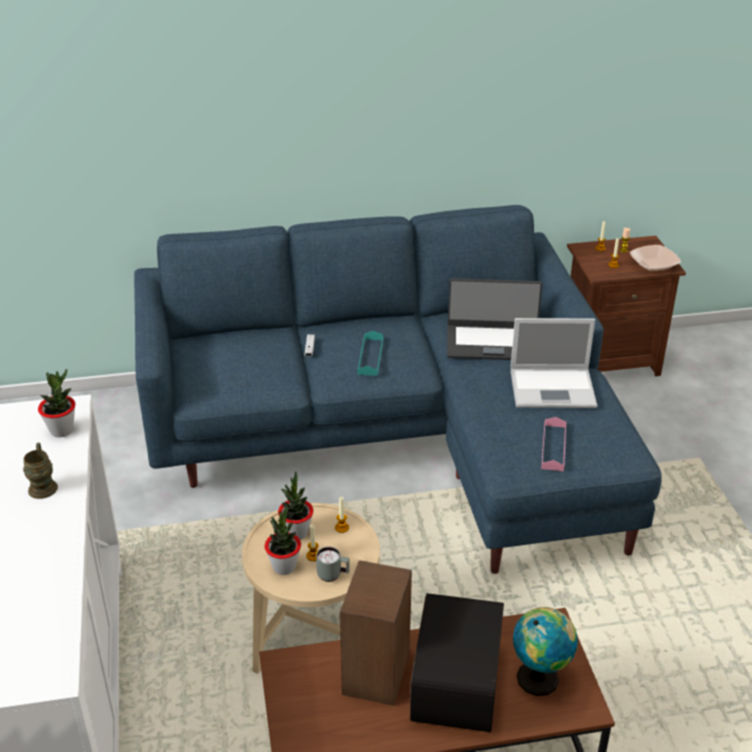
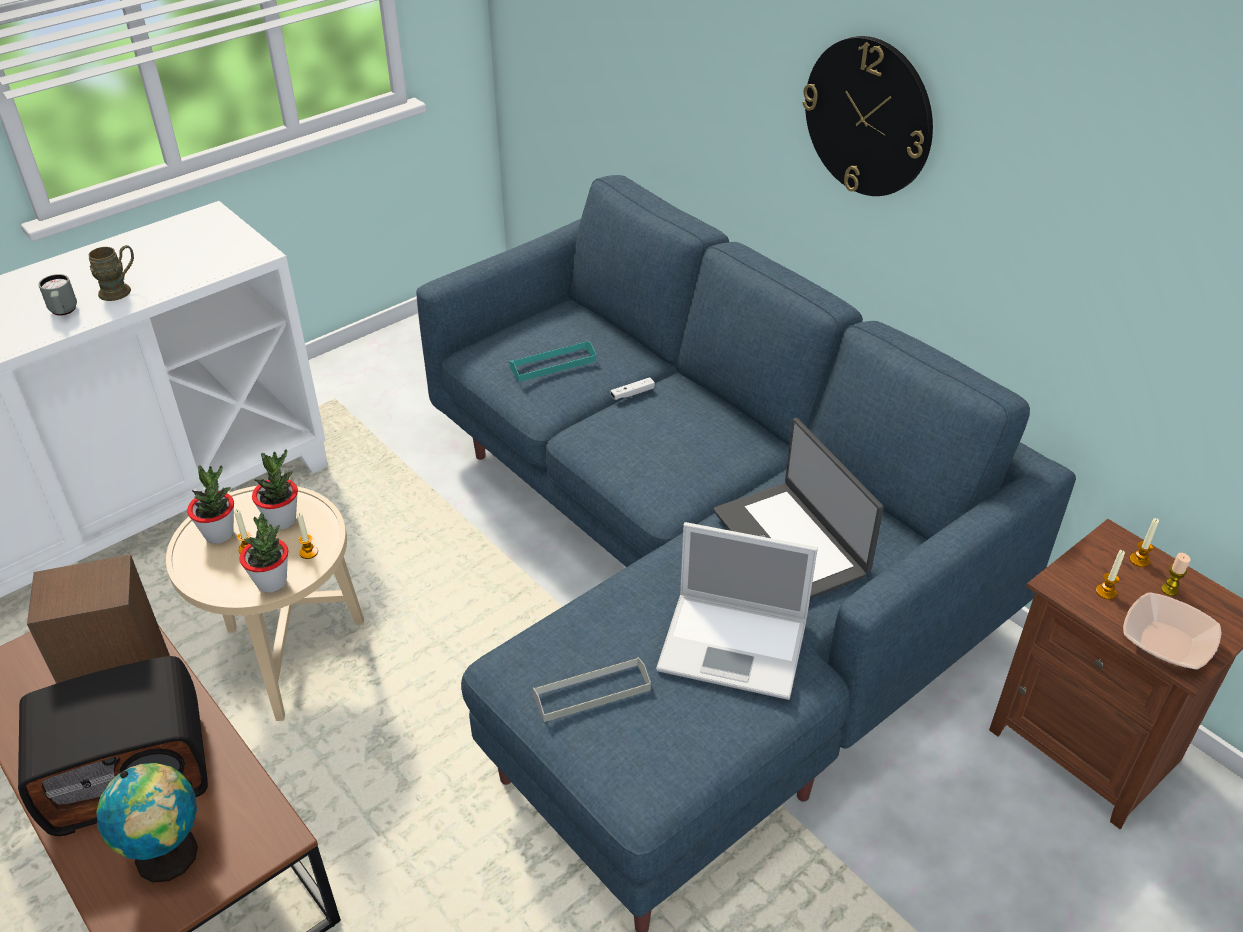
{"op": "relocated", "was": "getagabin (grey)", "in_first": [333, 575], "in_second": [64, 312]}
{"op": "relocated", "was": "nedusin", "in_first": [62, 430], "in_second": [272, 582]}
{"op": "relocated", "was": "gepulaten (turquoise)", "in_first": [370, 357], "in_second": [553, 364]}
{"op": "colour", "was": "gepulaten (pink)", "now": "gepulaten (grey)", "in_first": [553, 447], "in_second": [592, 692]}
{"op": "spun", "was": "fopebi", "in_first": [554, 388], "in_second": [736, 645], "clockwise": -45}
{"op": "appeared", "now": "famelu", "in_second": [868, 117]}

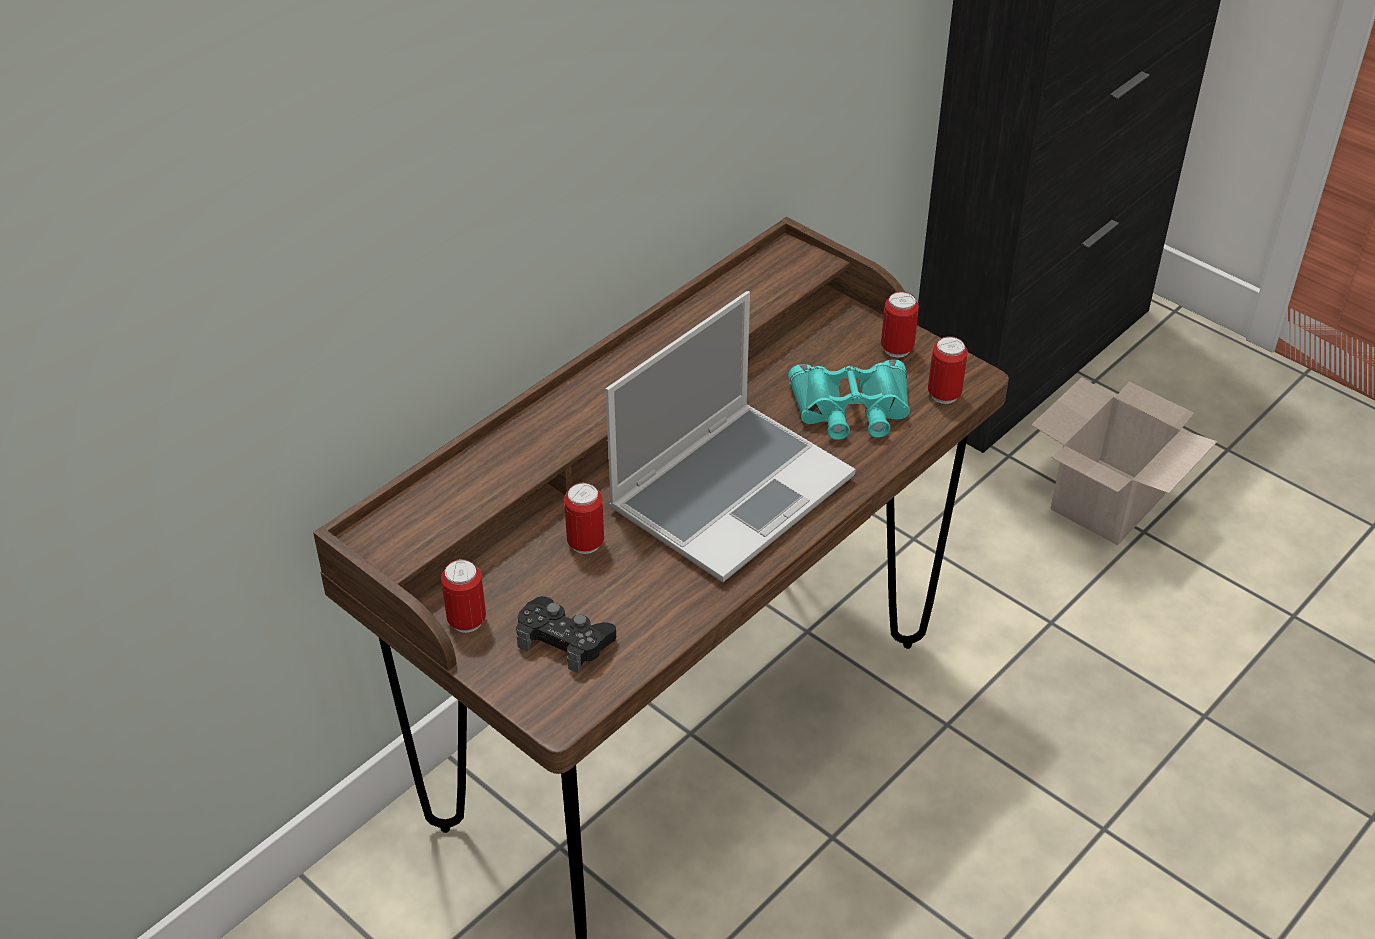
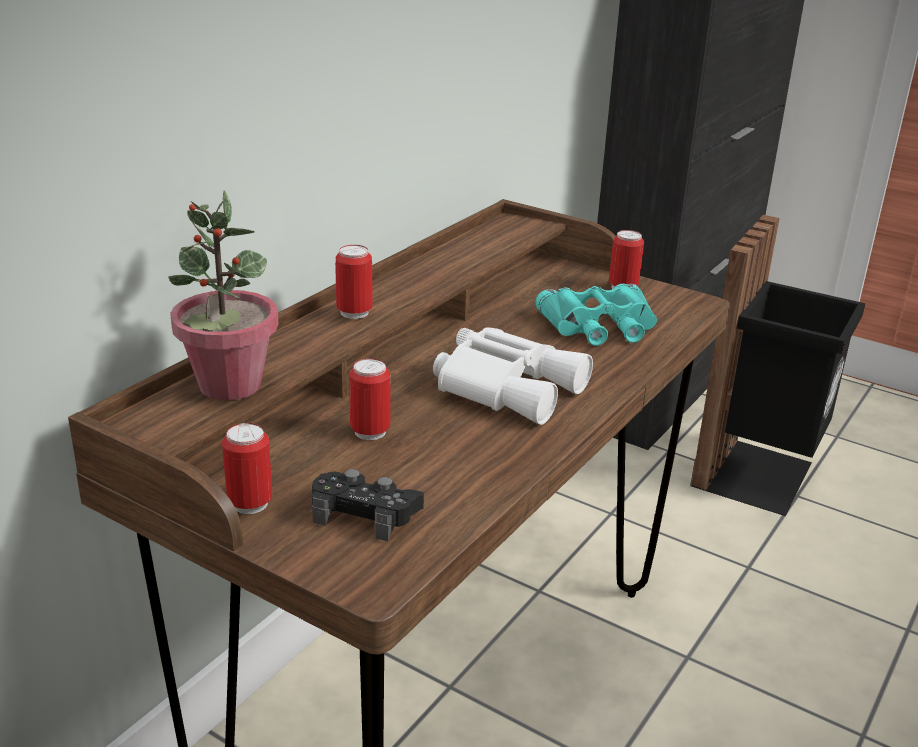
{"op": "appeared", "now": "nedusin", "in_second": [229, 385]}
{"op": "relocated", "was": "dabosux", "in_first": [944, 395], "in_second": [354, 313]}
{"op": "exchanged", "was": "fopebi", "now": "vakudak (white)", "in_first": [731, 491], "in_second": [508, 385]}
{"op": "exchanged", "was": "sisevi", "now": "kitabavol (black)", "in_first": [1107, 500], "in_second": [759, 475]}

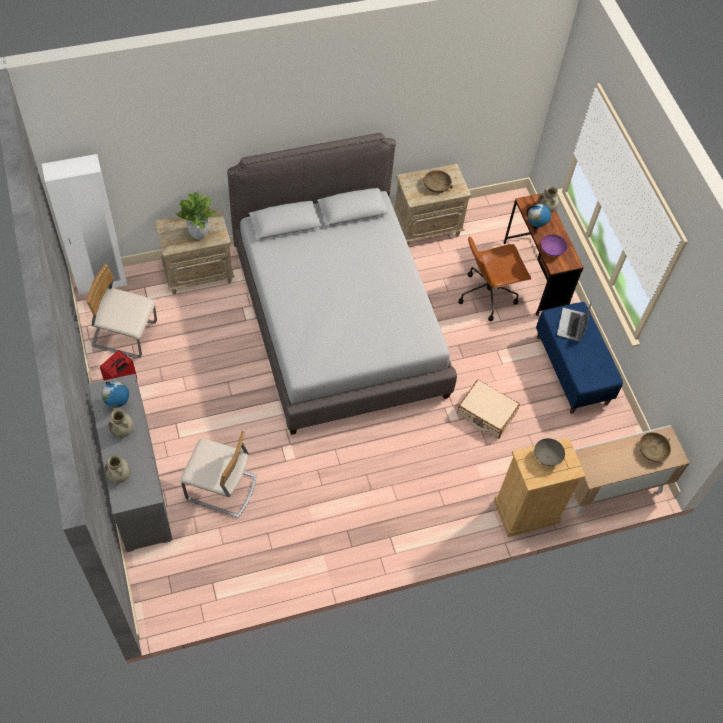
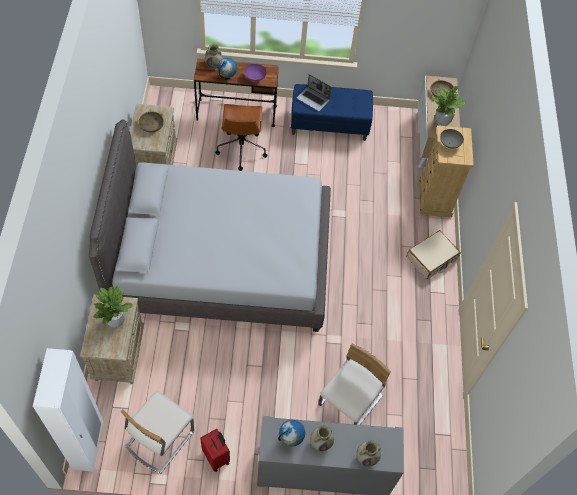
{"op": "relocated", "was": "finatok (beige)", "in_first": [486, 413], "in_second": [431, 259]}
{"op": "appeared", "now": "nedusin", "in_second": [441, 122]}

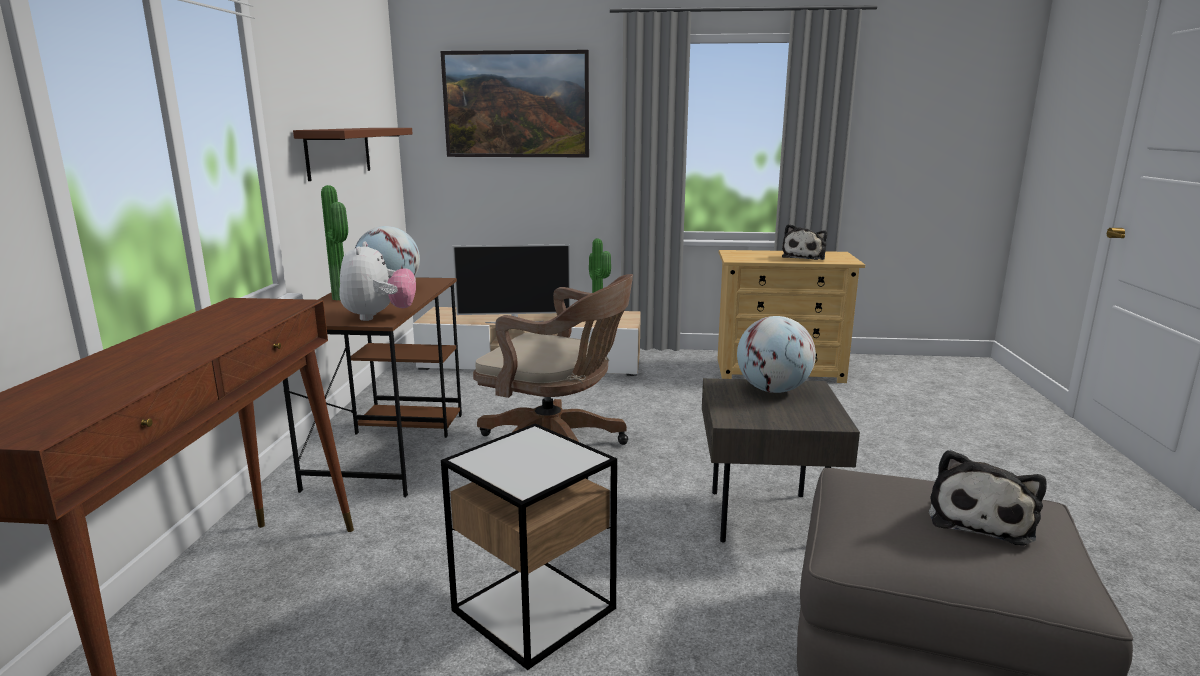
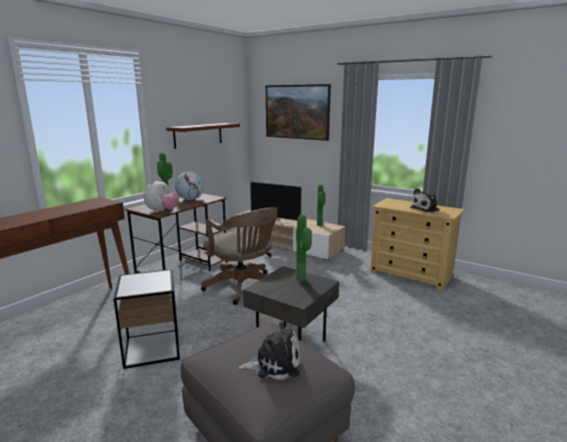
{"op": "spun", "was": "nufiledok", "in_first": [980, 518], "in_second": [274, 363], "clockwise": -150}
{"op": "exchanged", "was": "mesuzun", "now": "nedusin", "in_first": [773, 390], "in_second": [302, 279]}

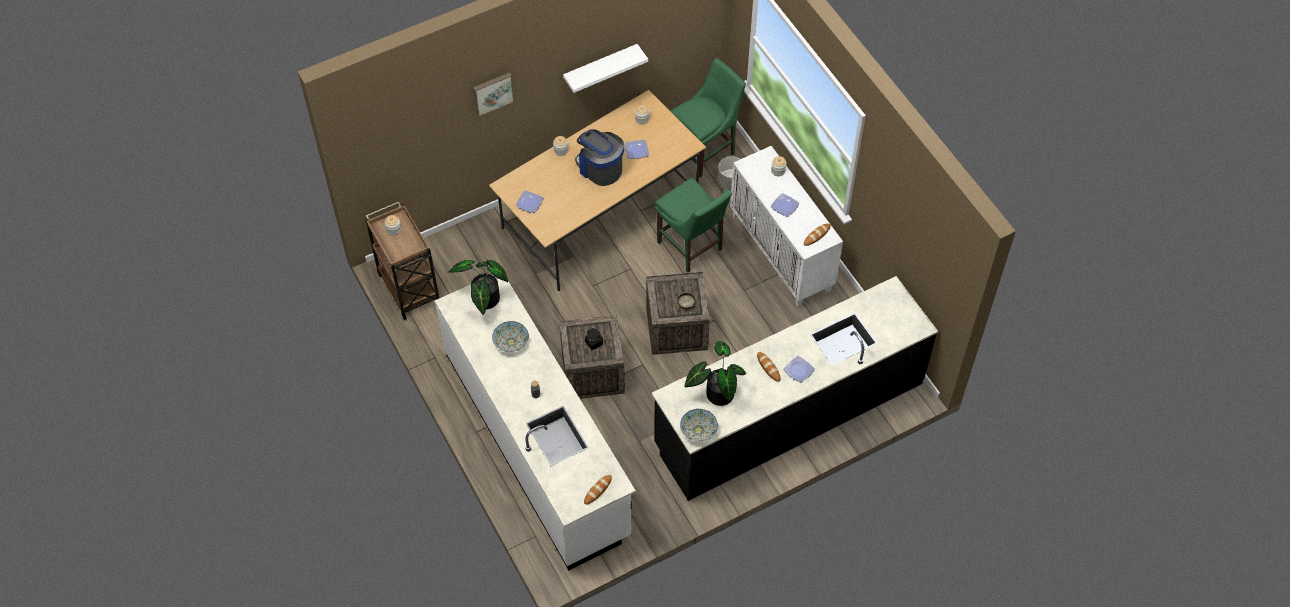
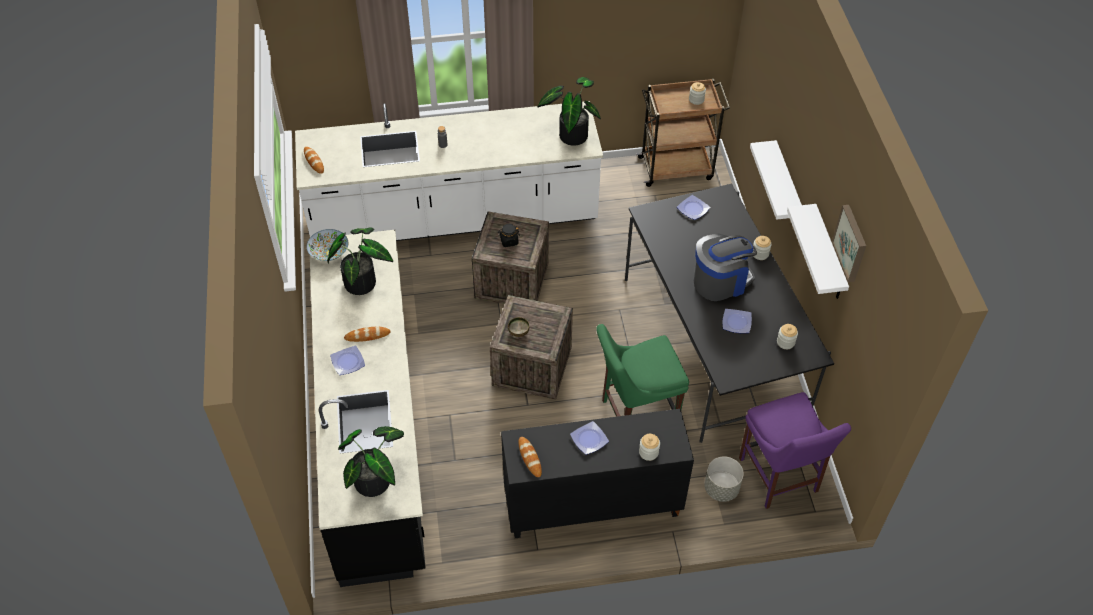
{"op": "appeared", "now": "nedusin", "in_second": [377, 480]}
{"op": "colour", "was": "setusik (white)", "now": "setusik (black)", "in_first": [782, 253], "in_second": [591, 506]}
{"op": "colour", "was": "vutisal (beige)", "now": "vutisal (black)", "in_first": [600, 215], "in_second": [714, 342]}
{"op": "colour", "was": "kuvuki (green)", "now": "kuvuki (purple)", "in_first": [706, 151], "in_second": [779, 478]}
{"op": "appeared", "now": "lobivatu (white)", "in_second": [787, 186]}
{"op": "relocated", "was": "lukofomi", "in_first": [492, 93], "in_second": [851, 243]}
{"op": "missing", "was": "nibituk", "in_first": [511, 342]}

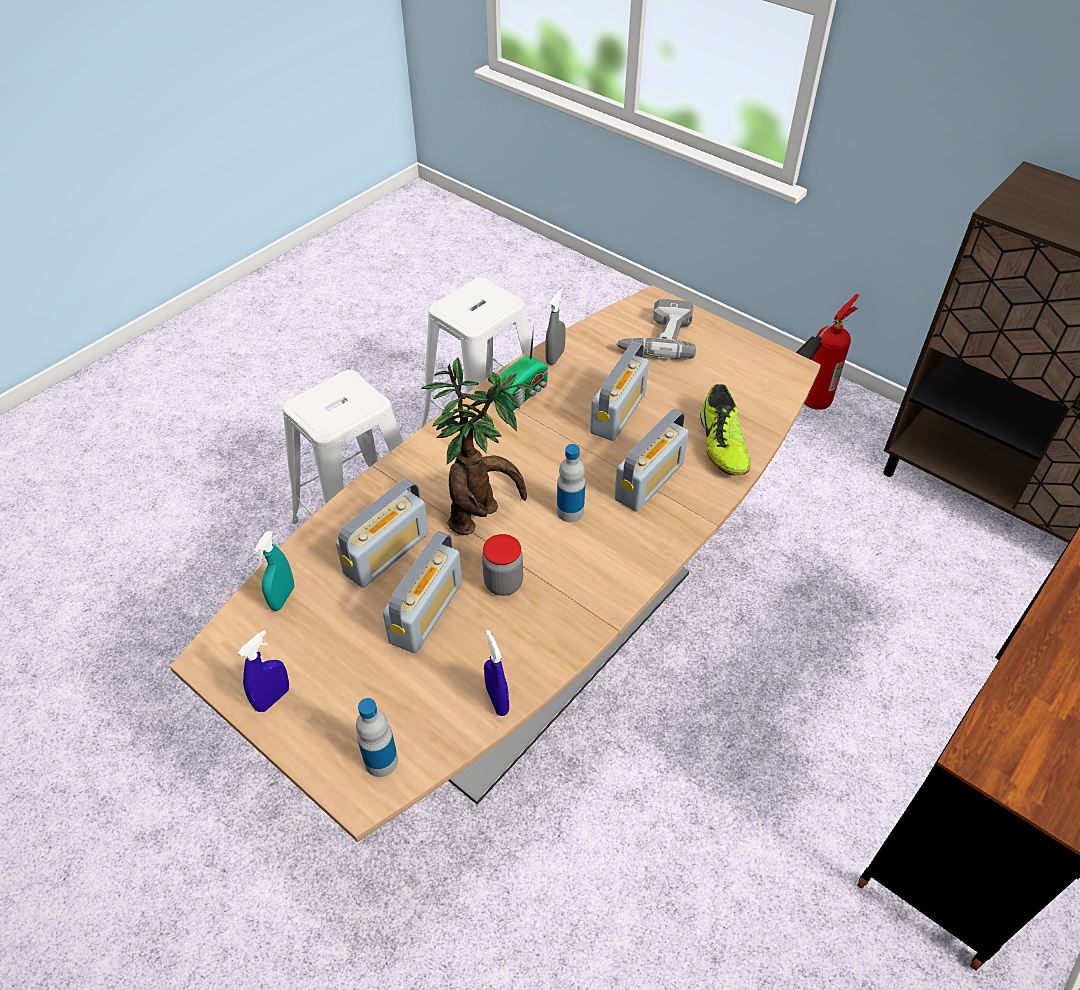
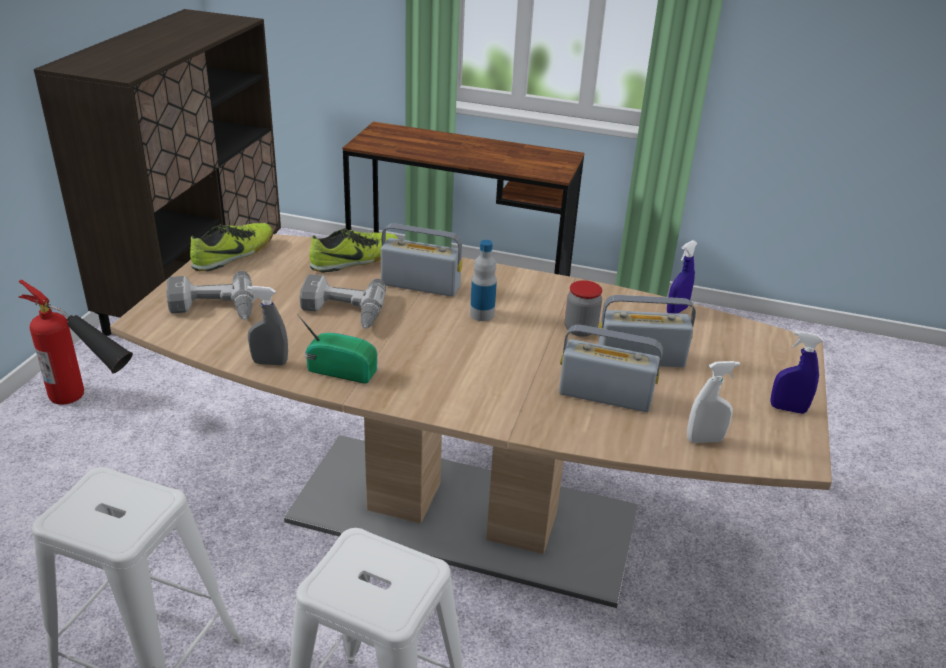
{"op": "appeared", "now": "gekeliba", "in_second": [234, 255]}
{"op": "exchanged", "was": "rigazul", "now": "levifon", "in_first": [618, 412], "in_second": [341, 312]}
{"op": "colour", "was": "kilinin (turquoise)", "now": "kilinin (white)", "in_first": [282, 598], "in_second": [705, 440]}
{"op": "missing", "was": "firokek", "in_first": [381, 761]}
{"op": "missing", "was": "nedusin", "in_first": [481, 514]}

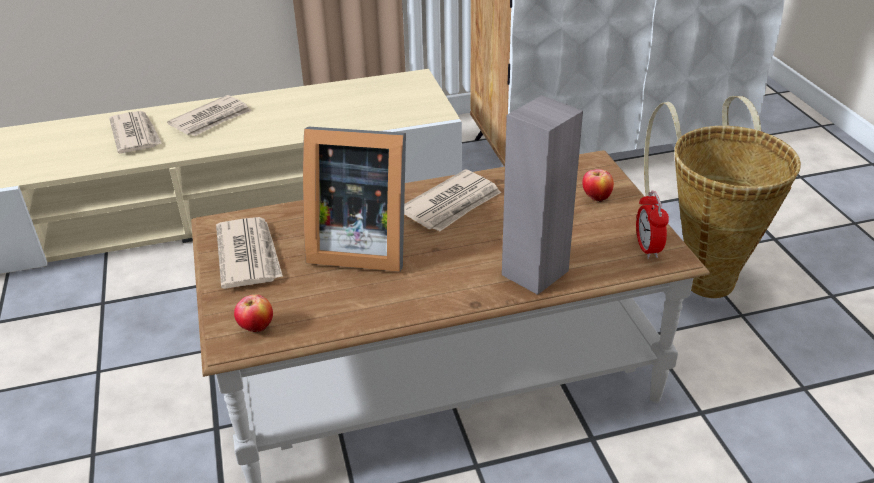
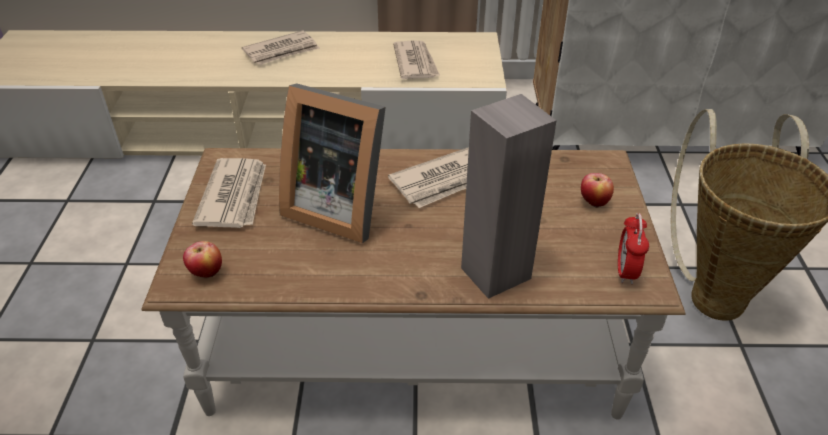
{"op": "relocated", "was": "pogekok", "in_first": [136, 135], "in_second": [415, 63]}

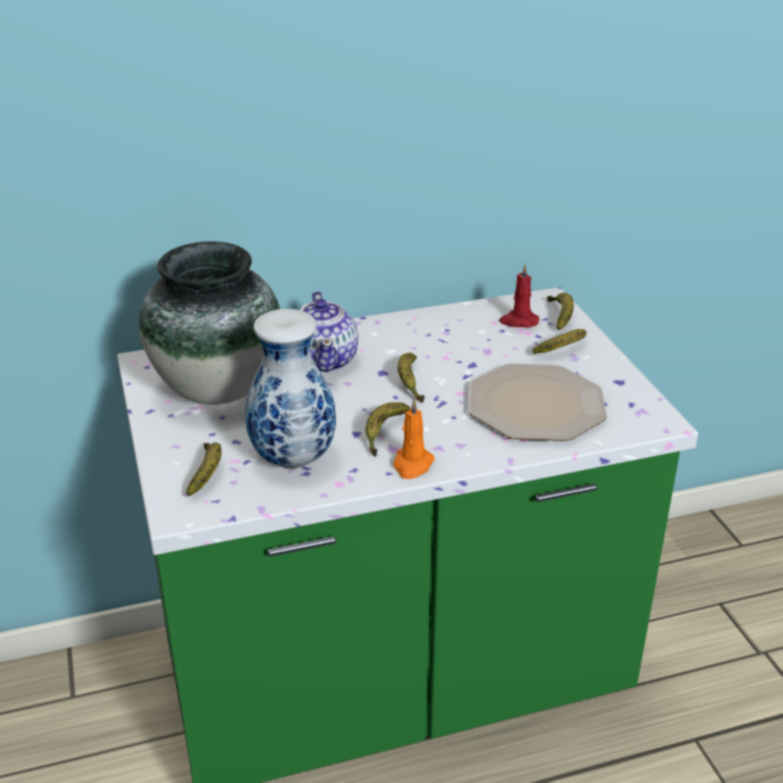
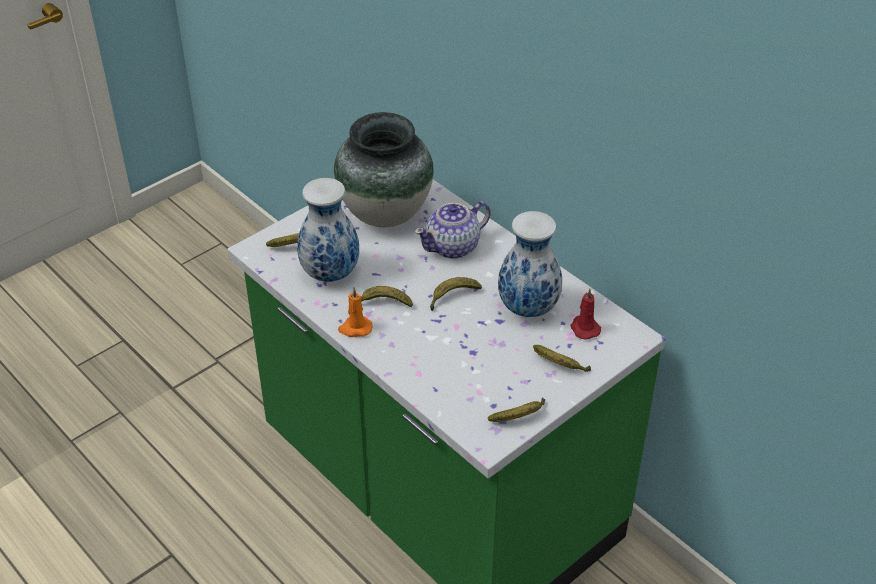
{"op": "relocated", "was": "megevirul", "in_first": [560, 316], "in_second": [519, 417]}
{"op": "appeared", "now": "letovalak", "in_second": [529, 308]}
{"op": "missing", "was": "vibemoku", "in_first": [534, 405]}

